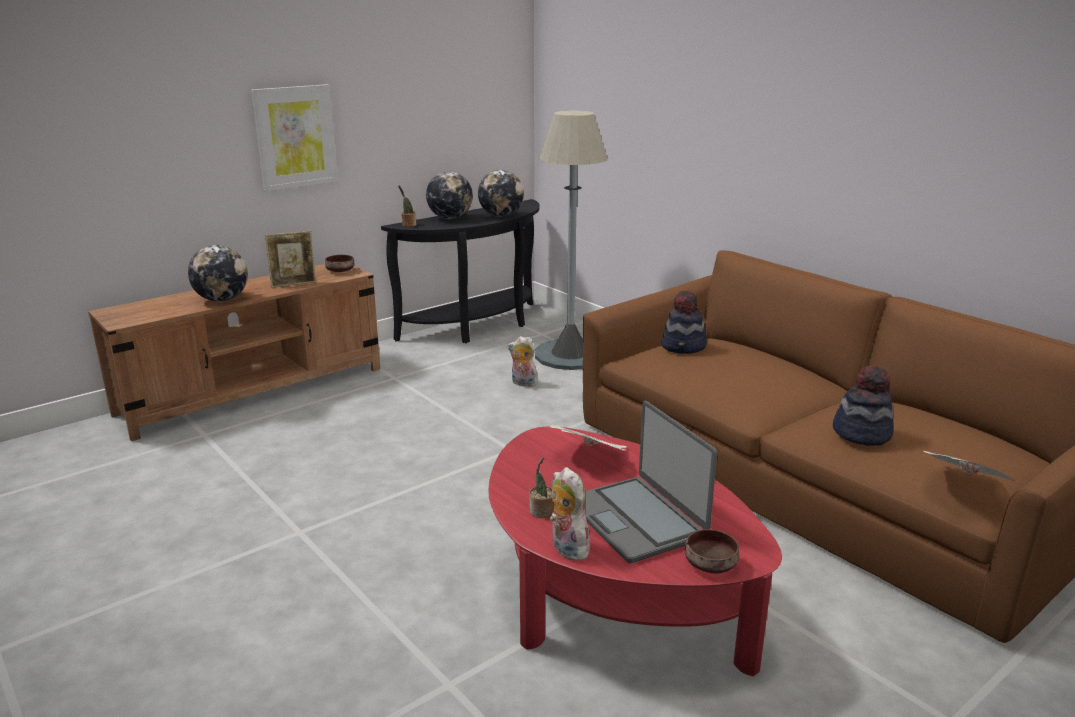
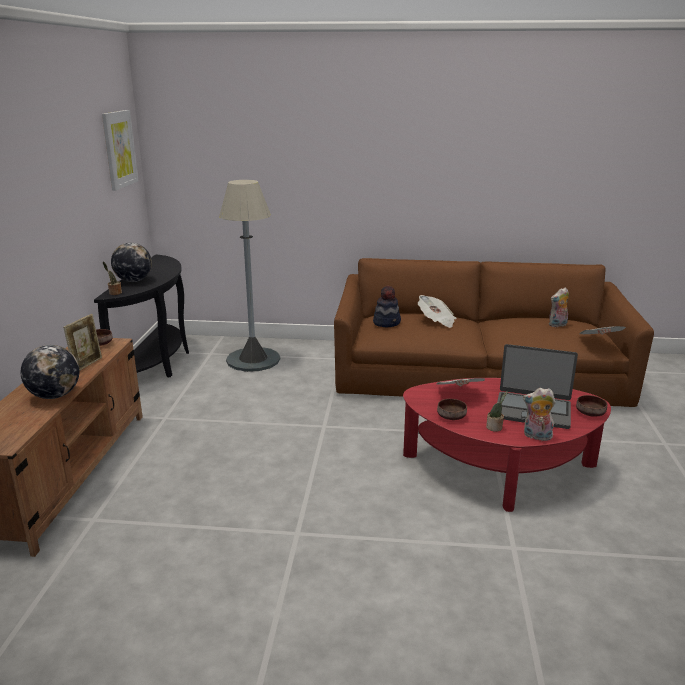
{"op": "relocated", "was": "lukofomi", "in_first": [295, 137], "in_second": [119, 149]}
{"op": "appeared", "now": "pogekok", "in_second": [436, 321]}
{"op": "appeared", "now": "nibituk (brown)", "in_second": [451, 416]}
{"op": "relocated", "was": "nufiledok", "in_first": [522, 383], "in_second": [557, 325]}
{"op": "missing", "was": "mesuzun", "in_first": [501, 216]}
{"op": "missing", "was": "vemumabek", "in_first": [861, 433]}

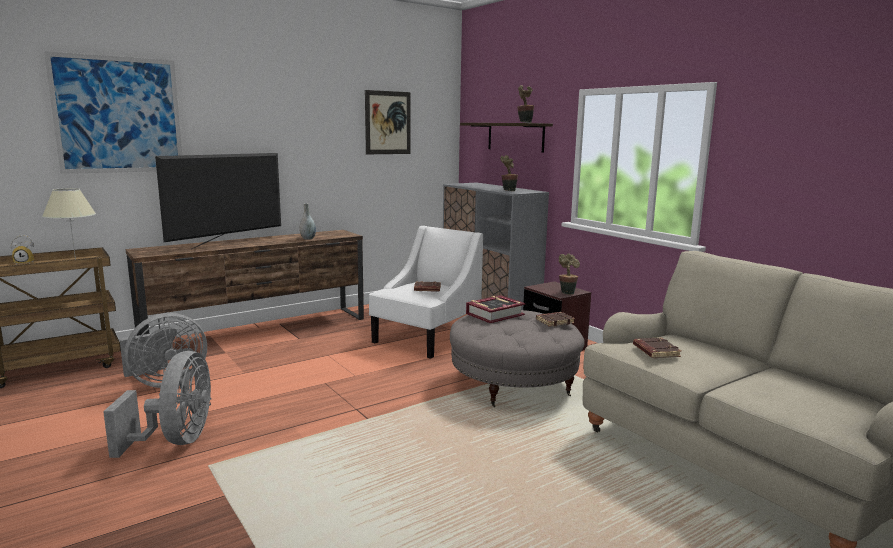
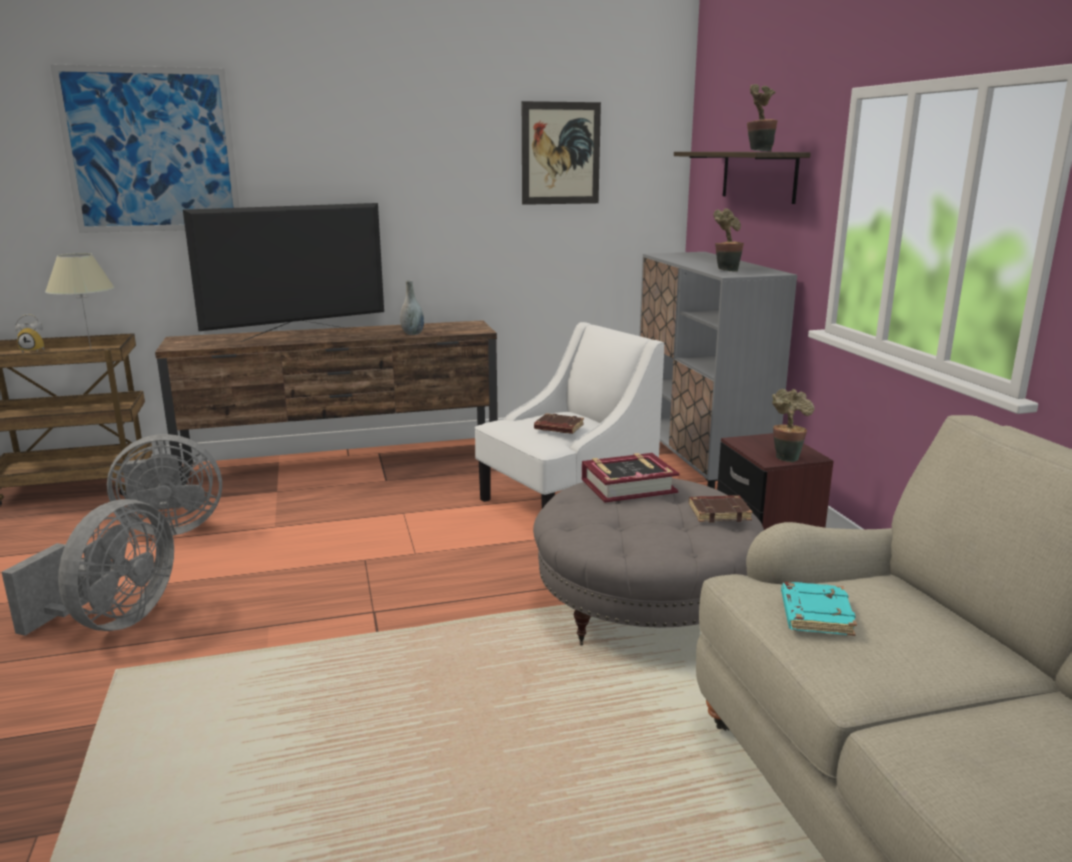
{"op": "colour", "was": "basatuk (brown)", "now": "basatuk (turquoise)", "in_first": [655, 351], "in_second": [814, 614]}

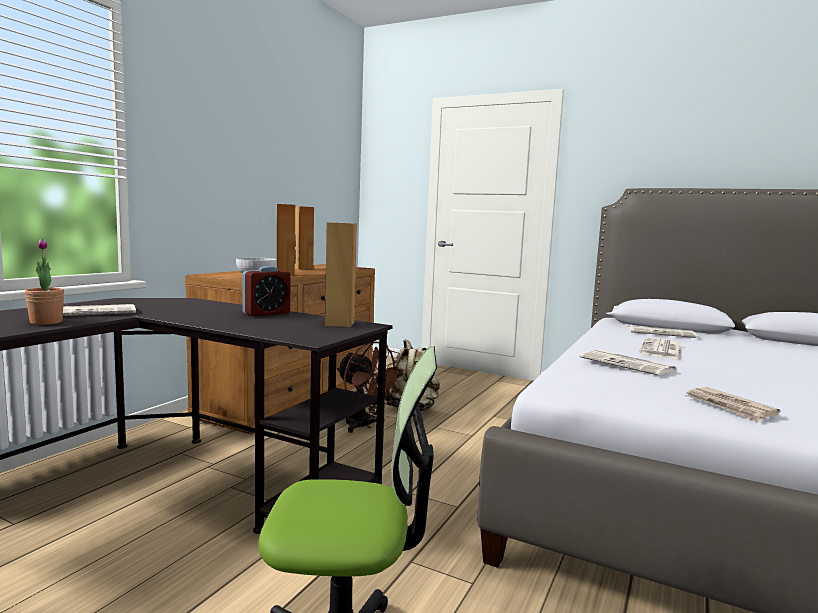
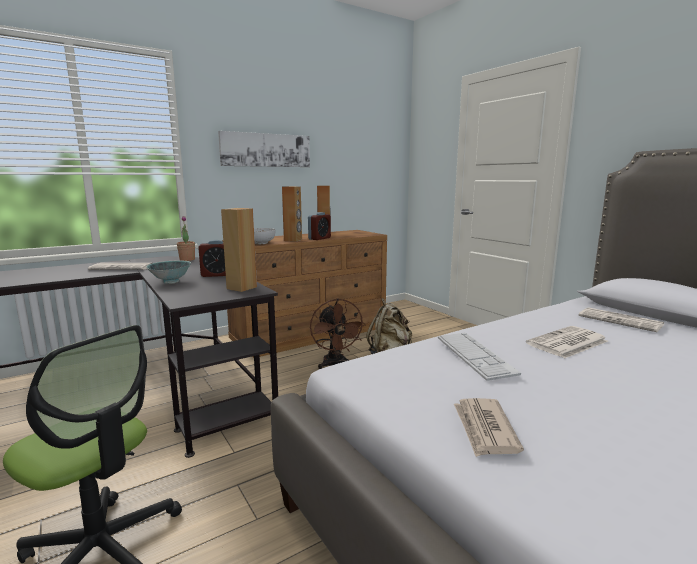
{"op": "appeared", "now": "nibituk", "in_second": [171, 282]}
{"op": "relocated", "was": "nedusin", "in_first": [46, 322], "in_second": [187, 259]}
{"op": "appeared", "now": "lukofomi", "in_second": [266, 150]}
{"op": "appeared", "now": "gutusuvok", "in_second": [319, 238]}
{"op": "exchanged", "was": "pogekok", "now": "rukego", "in_first": [628, 364], "in_second": [474, 355]}

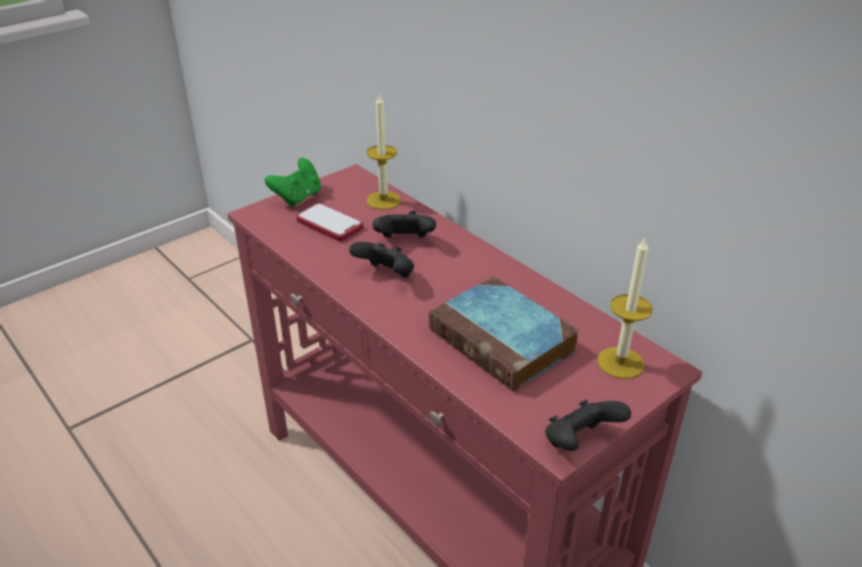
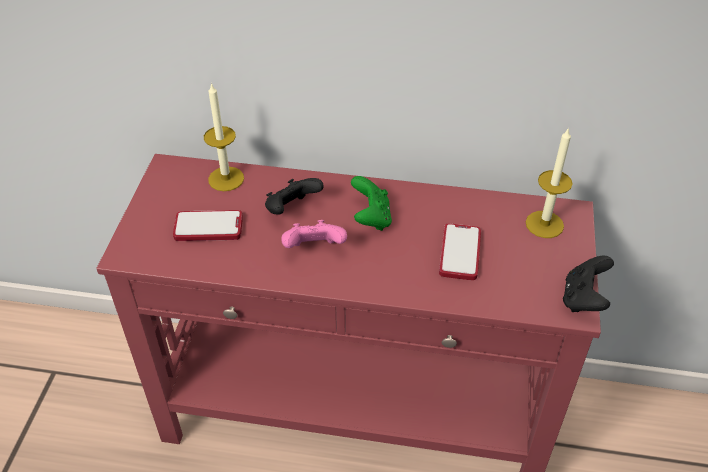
{"op": "colour", "was": "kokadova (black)", "now": "kokadova (pink)", "in_first": [386, 276], "in_second": [314, 249]}
{"op": "relocated", "was": "kokadova (green)", "in_first": [298, 198], "in_second": [371, 218]}
{"op": "exchanged", "was": "basatuk", "now": "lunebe", "in_first": [505, 341], "in_second": [460, 253]}

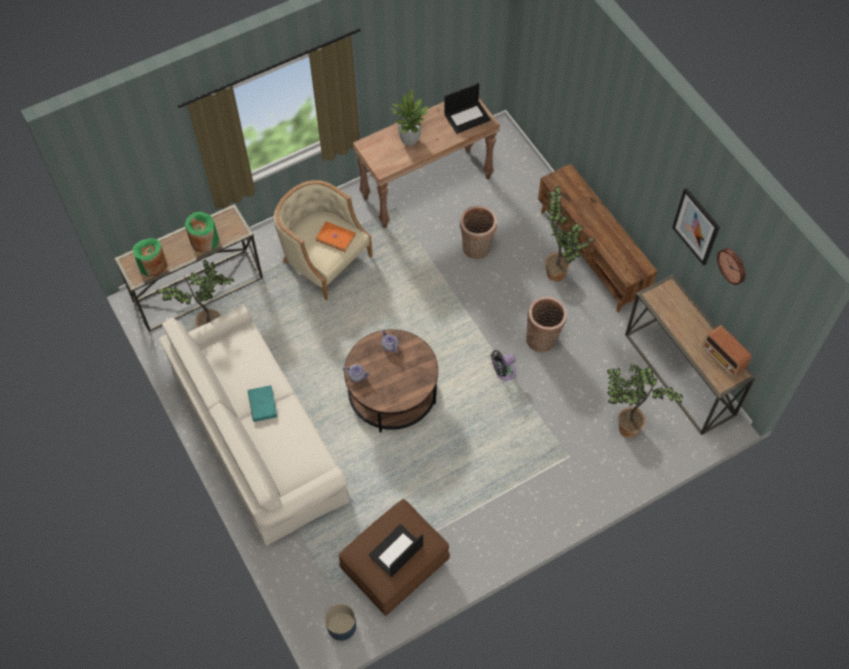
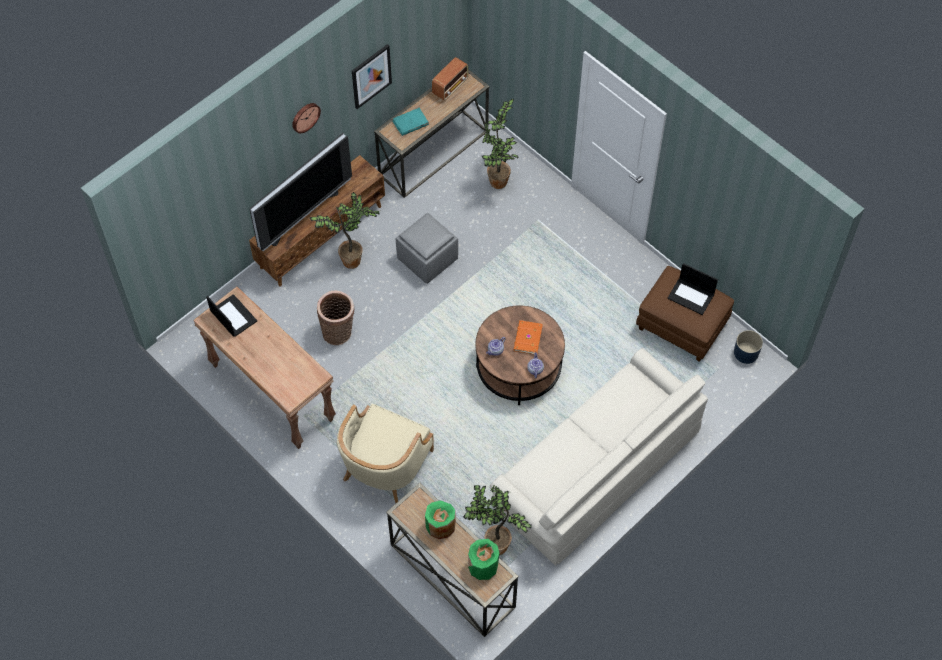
{"op": "appeared", "now": "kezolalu", "in_second": [302, 215]}
{"op": "relocated", "was": "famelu", "in_first": [733, 265], "in_second": [305, 117]}
{"op": "relocated", "was": "basatuk (turquoise)", "in_first": [262, 404], "in_second": [410, 123]}
{"op": "exchanged", "was": "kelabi", "now": "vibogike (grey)", "in_first": [543, 339], "in_second": [427, 259]}
{"op": "relocated", "was": "basatuk (orange)", "in_first": [335, 237], "in_second": [527, 338]}
{"op": "missing", "was": "nedusin", "in_first": [409, 140]}
{"op": "missing", "was": "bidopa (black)", "in_first": [503, 372]}

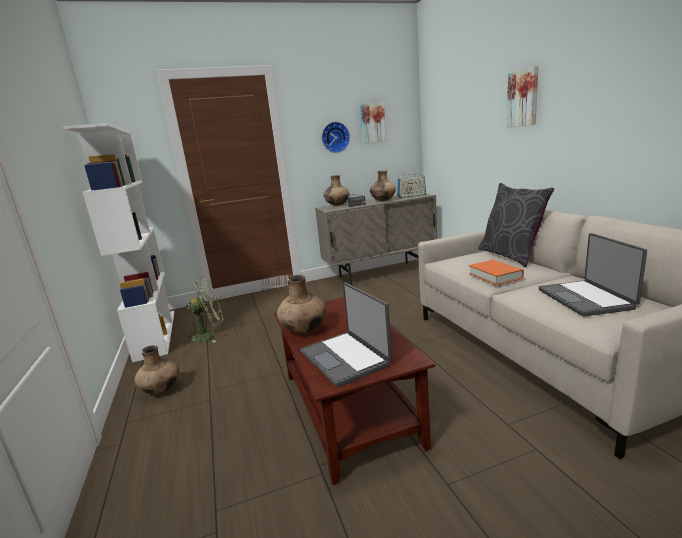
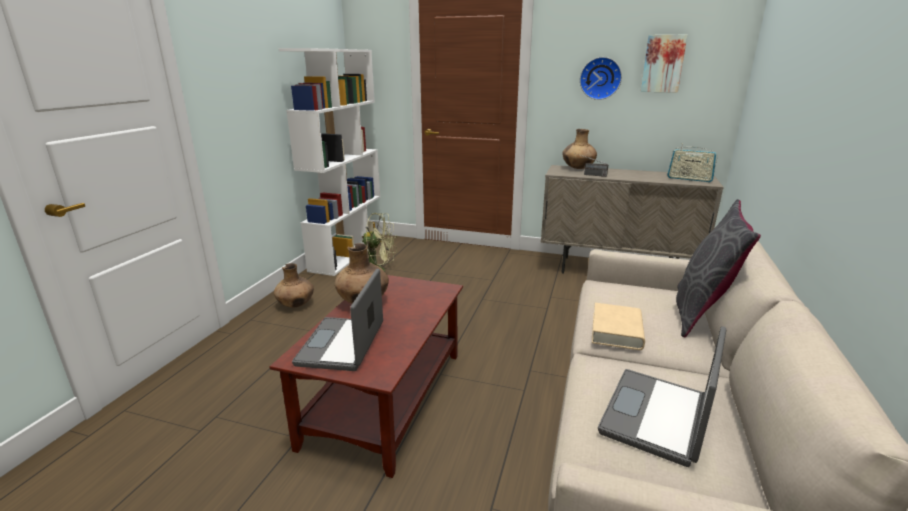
{"op": "colour", "was": "basatuk (orange)", "now": "basatuk (beige)", "in_first": [495, 276], "in_second": [616, 331]}
{"op": "missing", "was": "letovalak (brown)", "in_first": [383, 200]}
{"op": "missing", "was": "lukofomi", "in_first": [523, 98]}

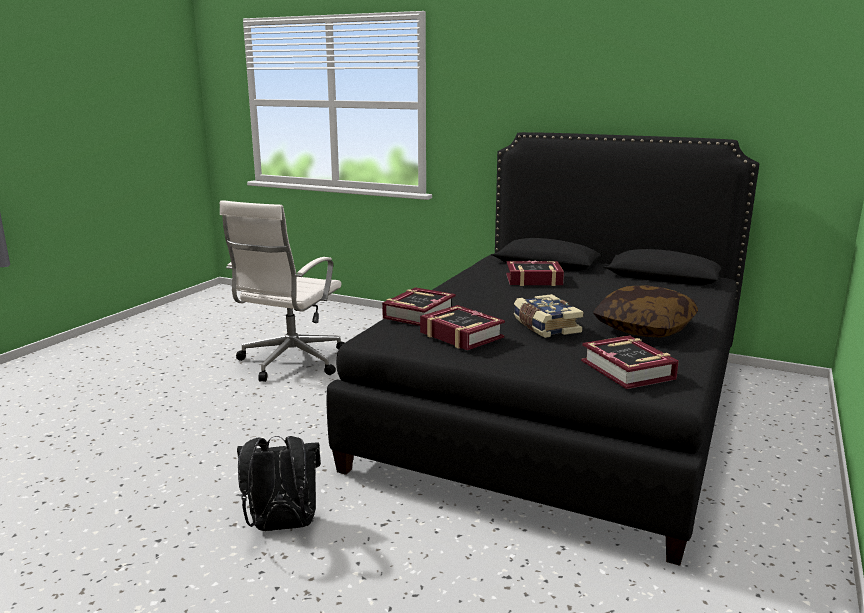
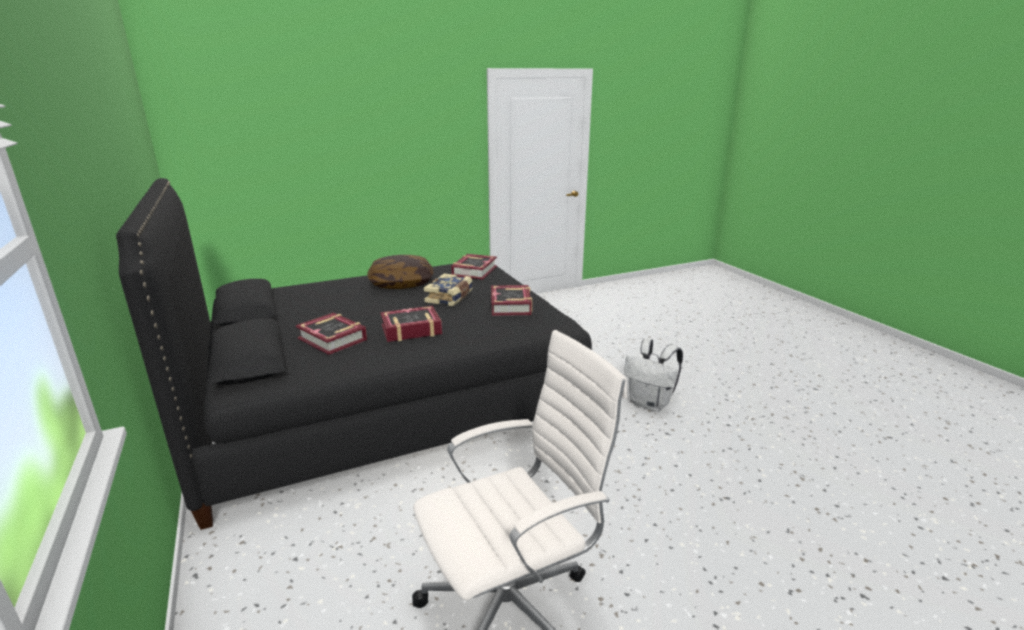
{"op": "relocated", "was": "basatuk", "in_first": [419, 314], "in_second": [411, 330]}
{"op": "colour", "was": "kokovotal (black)", "now": "kokovotal (white)", "in_first": [282, 526], "in_second": [650, 404]}

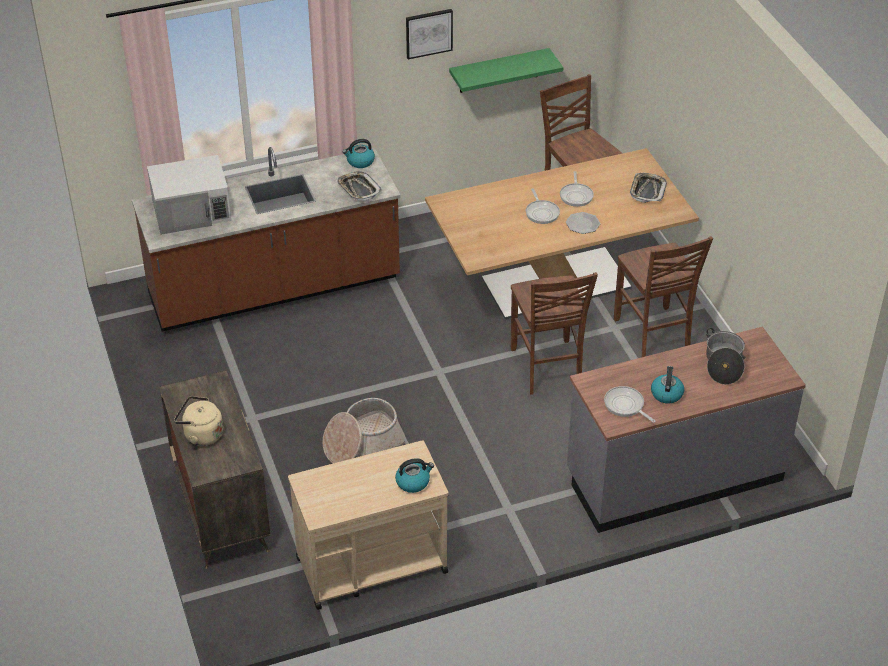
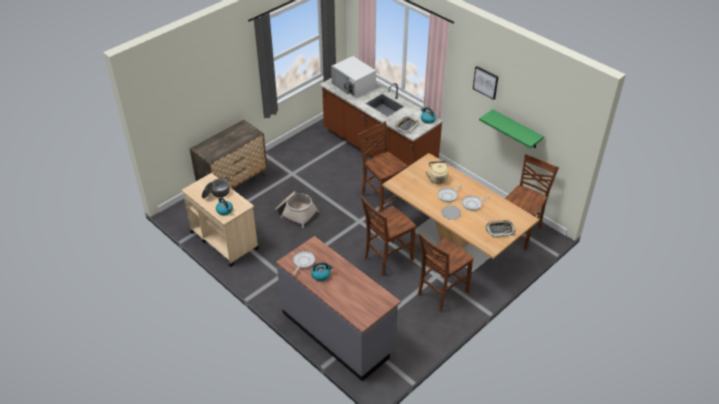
{"op": "relocated", "was": "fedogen", "in_first": [723, 364], "in_second": [216, 193]}
{"op": "appeared", "now": "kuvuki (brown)", "in_second": [382, 197]}
{"op": "relocated", "was": "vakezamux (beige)", "in_first": [201, 434], "in_second": [437, 178]}

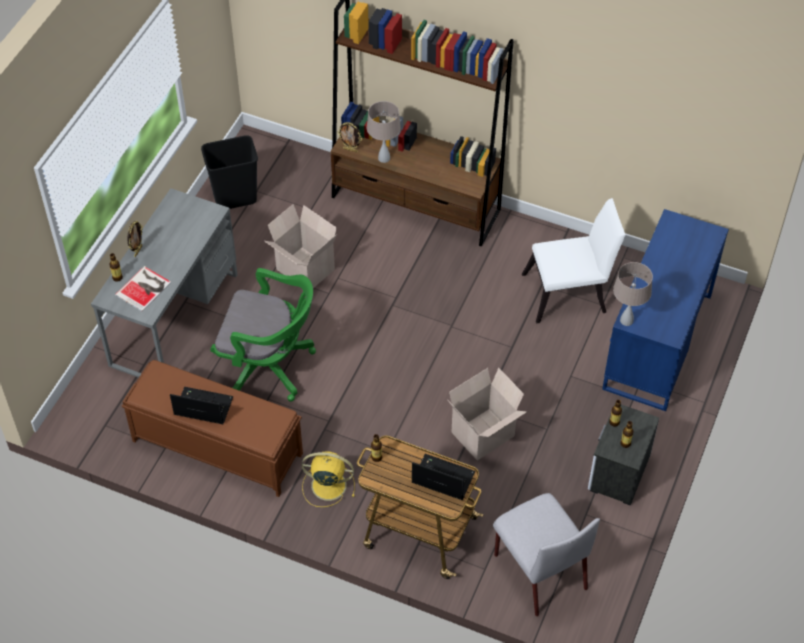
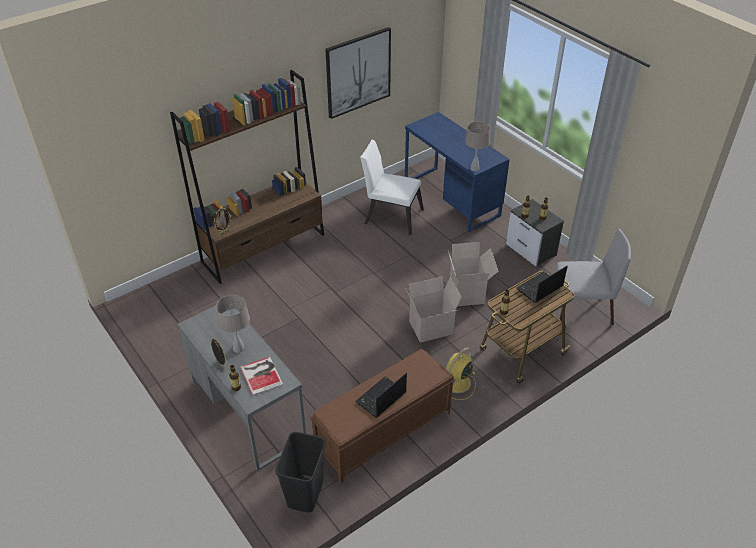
{"op": "relocated", "was": "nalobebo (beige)", "in_first": [383, 158], "in_second": [238, 348]}
{"op": "relocated", "was": "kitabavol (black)", "in_first": [235, 198], "in_second": [304, 493]}
{"op": "appeared", "now": "lukofomi", "in_second": [358, 72]}
{"op": "spun", "was": "kuvuki (white)", "in_first": [570, 293], "in_second": [390, 215], "clockwise": -90}
{"op": "relocated", "was": "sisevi", "in_first": [303, 270], "in_second": [431, 329]}
{"op": "missing", "was": "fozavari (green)", "in_first": [269, 366]}

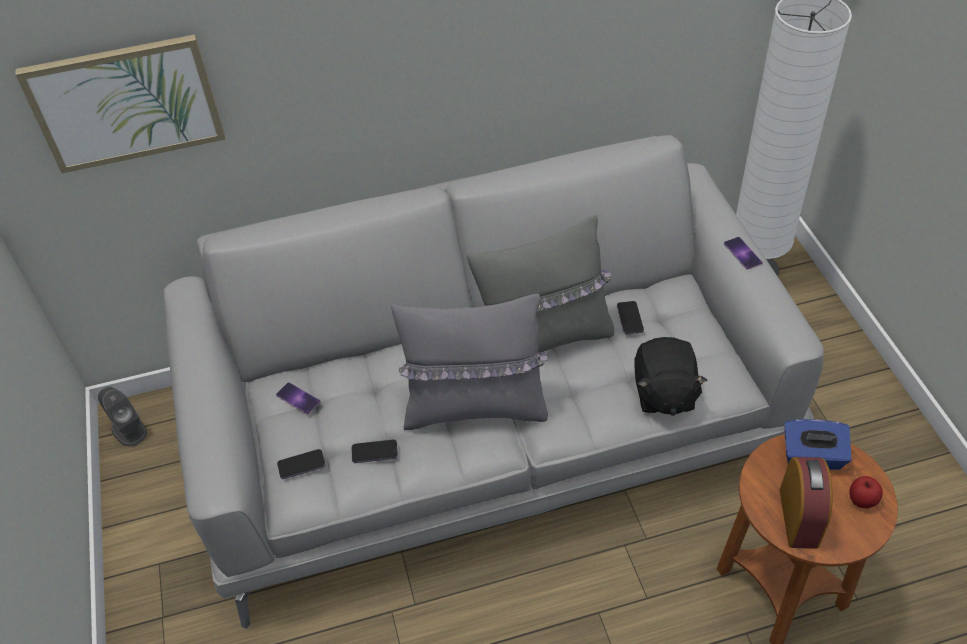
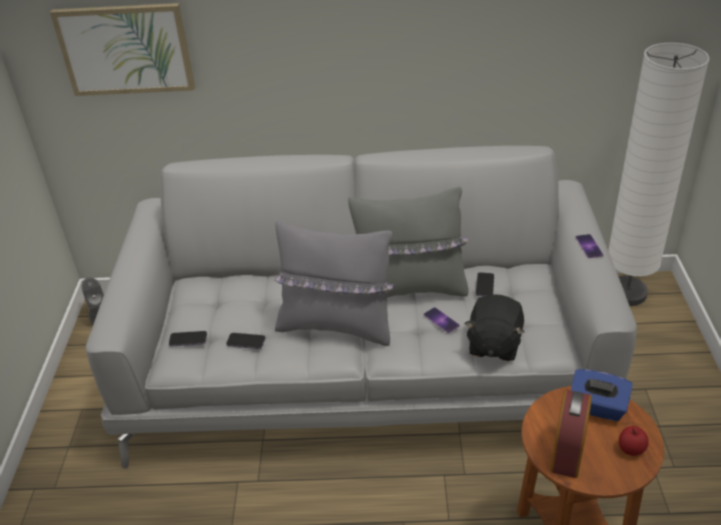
{"op": "relocated", "was": "lunebe", "in_first": [298, 398], "in_second": [441, 320]}

